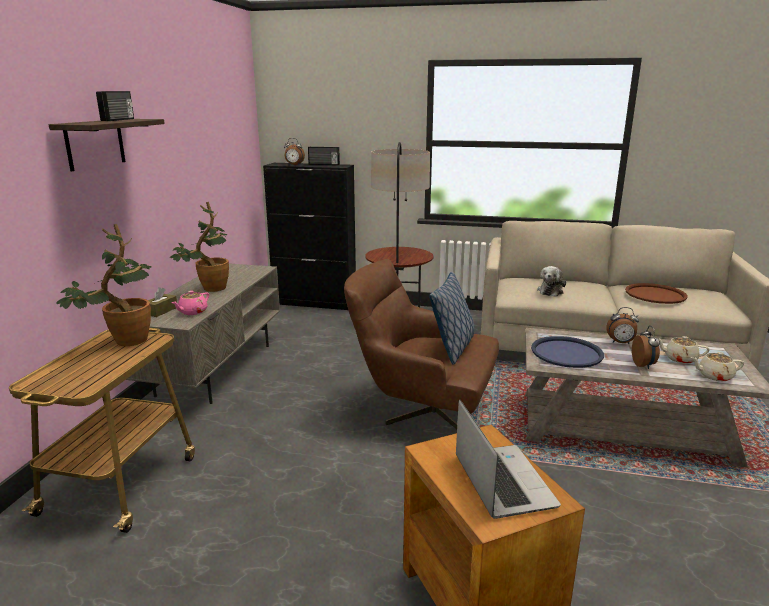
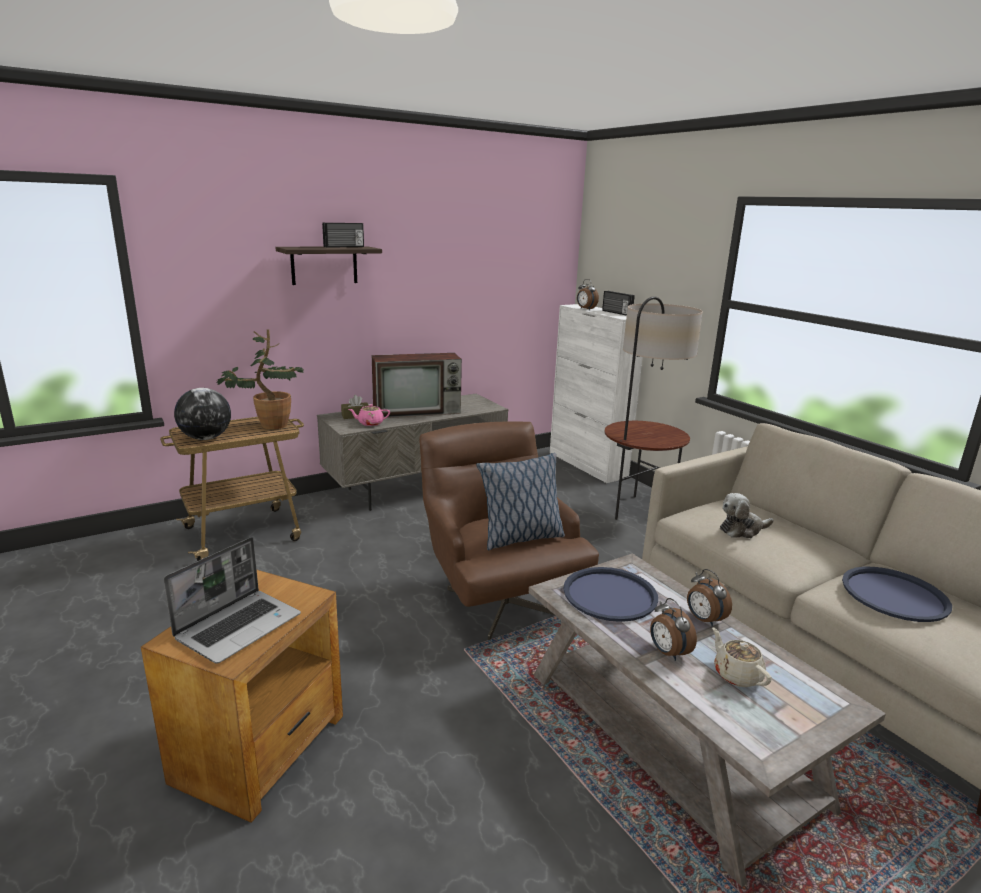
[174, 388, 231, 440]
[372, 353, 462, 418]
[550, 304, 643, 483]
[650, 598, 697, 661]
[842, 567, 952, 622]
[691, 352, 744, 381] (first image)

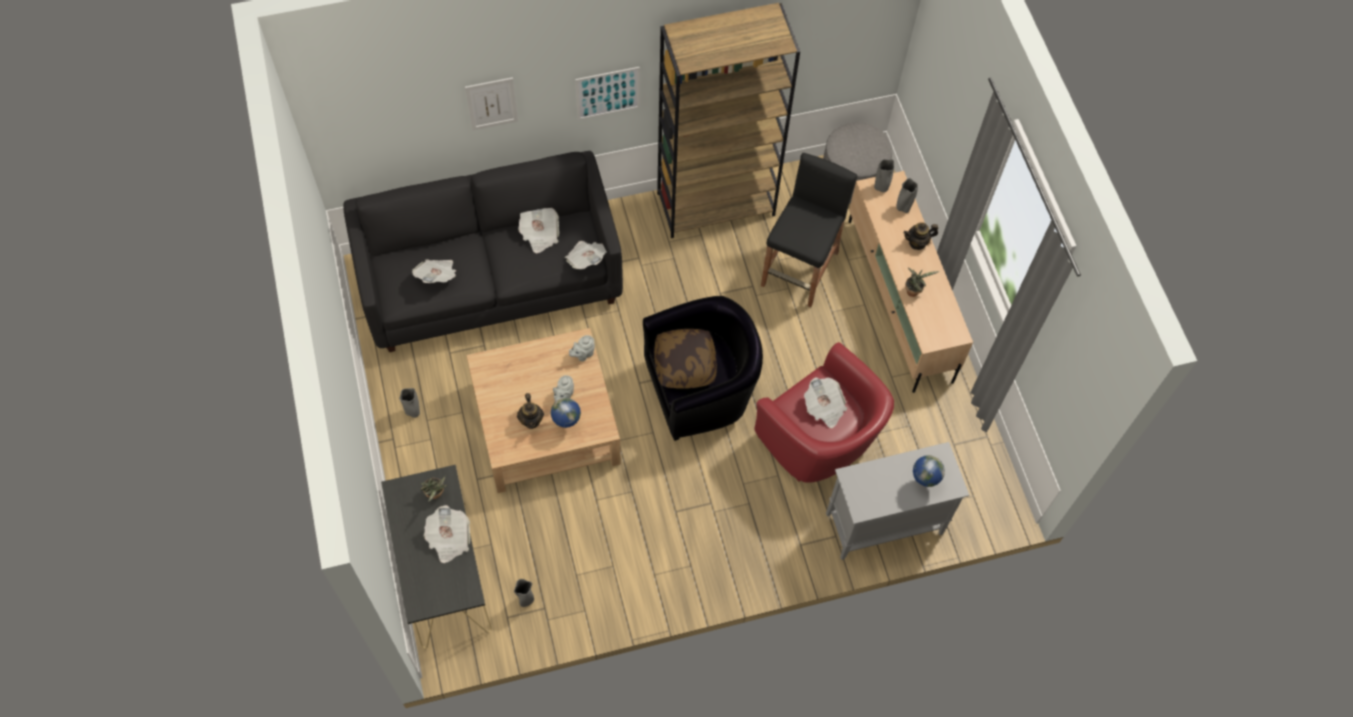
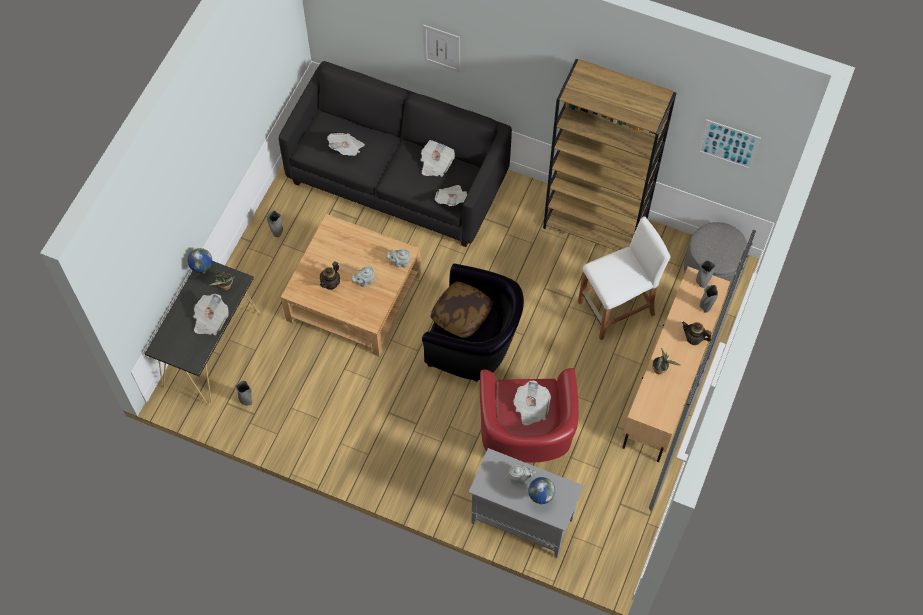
[187, 248, 212, 274]
[508, 465, 536, 484]
[578, 217, 671, 340]
[698, 120, 761, 170]

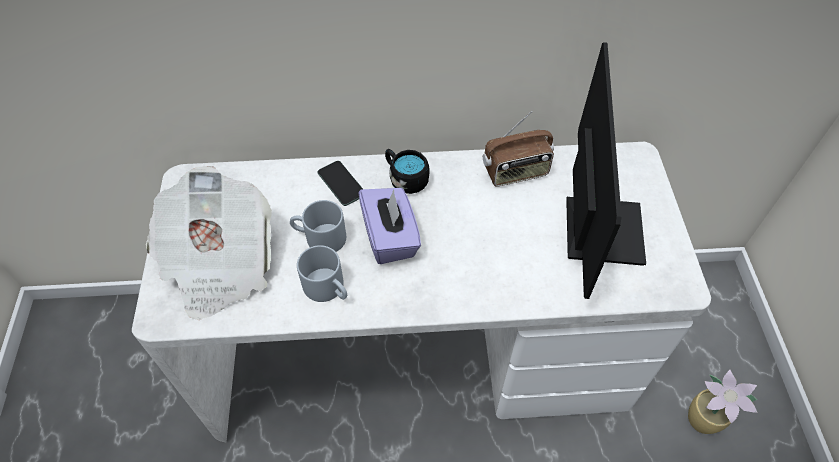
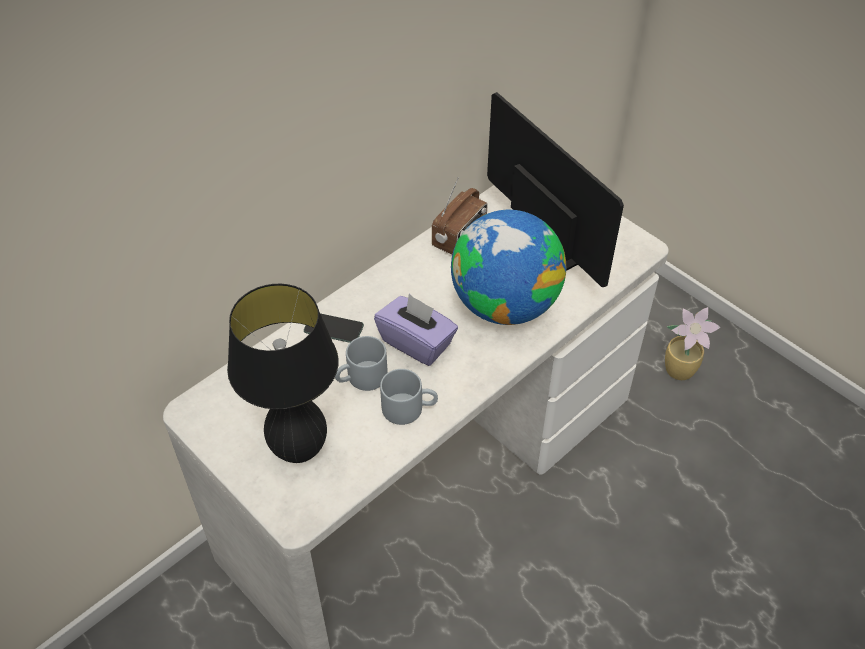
[227, 284, 339, 463]
[451, 210, 566, 325]
[385, 149, 430, 194] (first image)

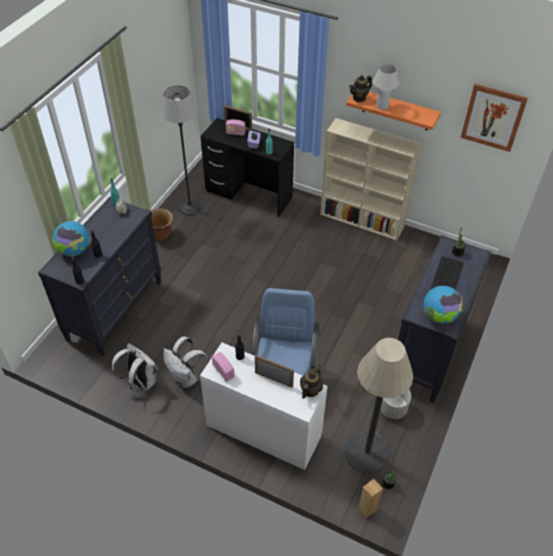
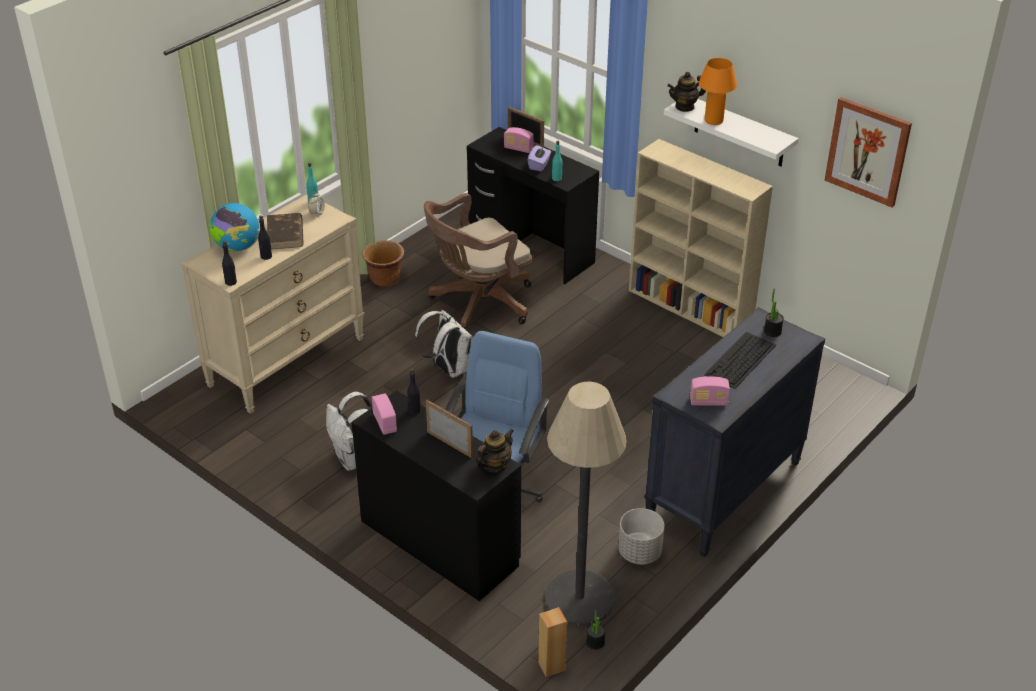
[181, 194, 364, 414]
[267, 213, 304, 250]
[352, 390, 521, 601]
[414, 310, 473, 378]
[424, 193, 532, 329]
[664, 99, 799, 167]
[690, 376, 730, 406]
[699, 58, 737, 125]
[162, 85, 201, 215] (first image)

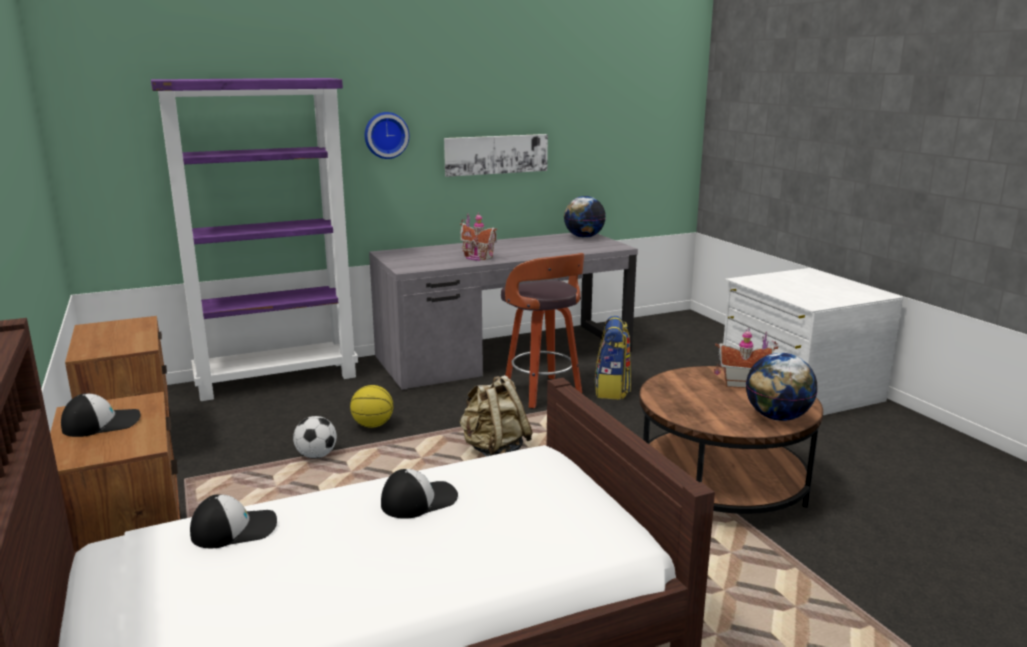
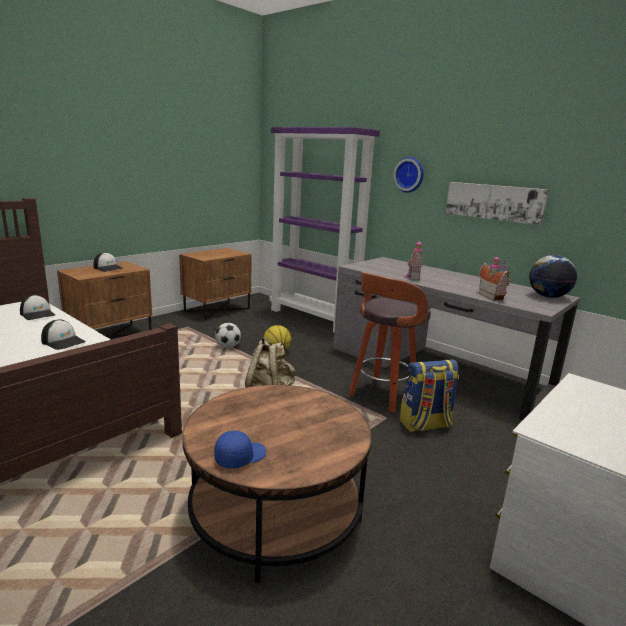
[214, 431, 266, 469]
[478, 254, 510, 300]

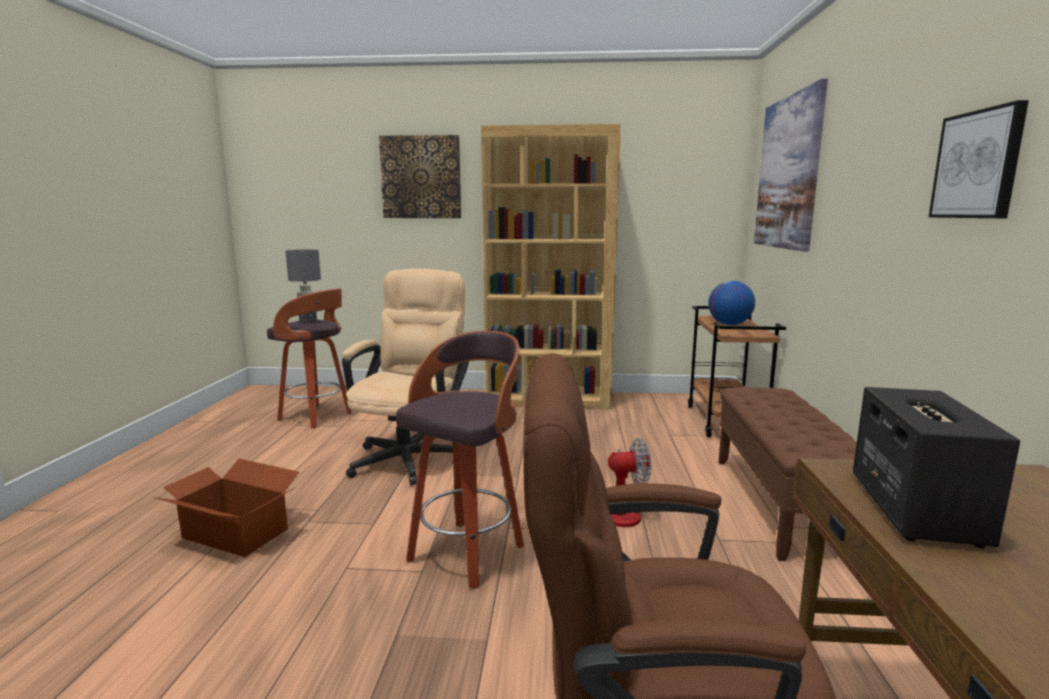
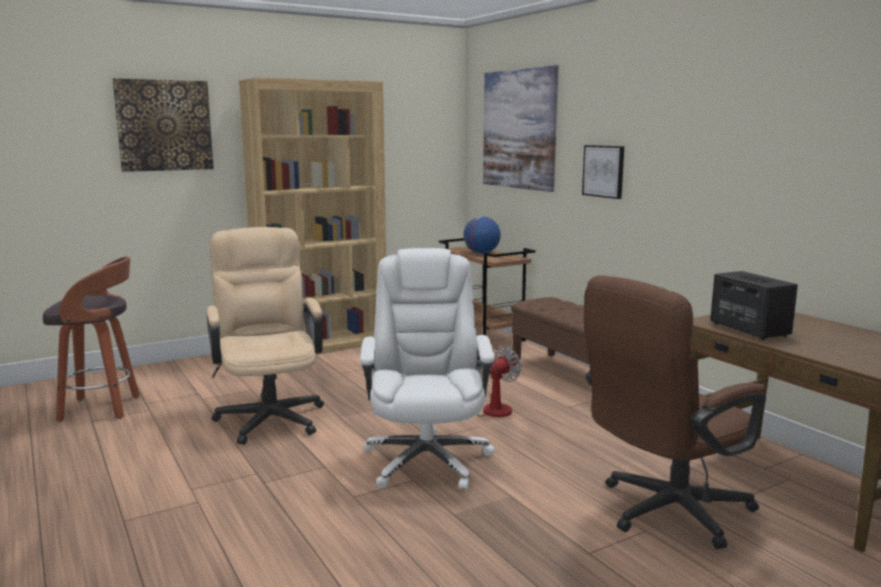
[360, 248, 495, 490]
[582, 145, 624, 199]
[152, 459, 299, 557] (first image)
[285, 249, 321, 323] (first image)

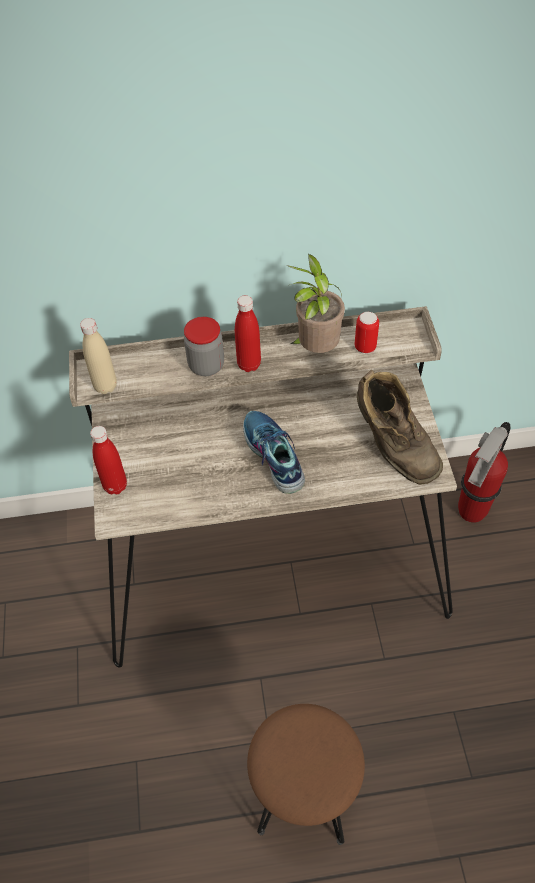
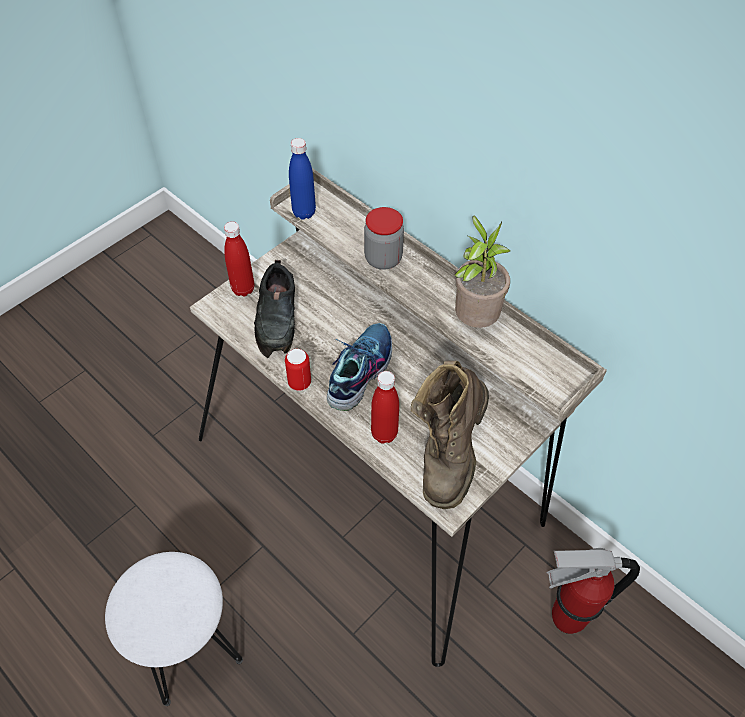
[105, 552, 243, 706]
[254, 260, 295, 358]
[285, 349, 311, 391]
[289, 138, 316, 220]
[371, 371, 399, 444]

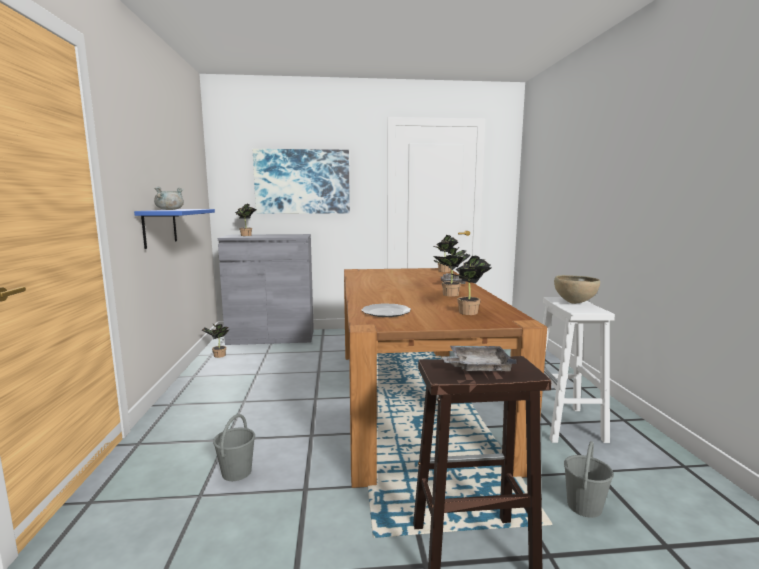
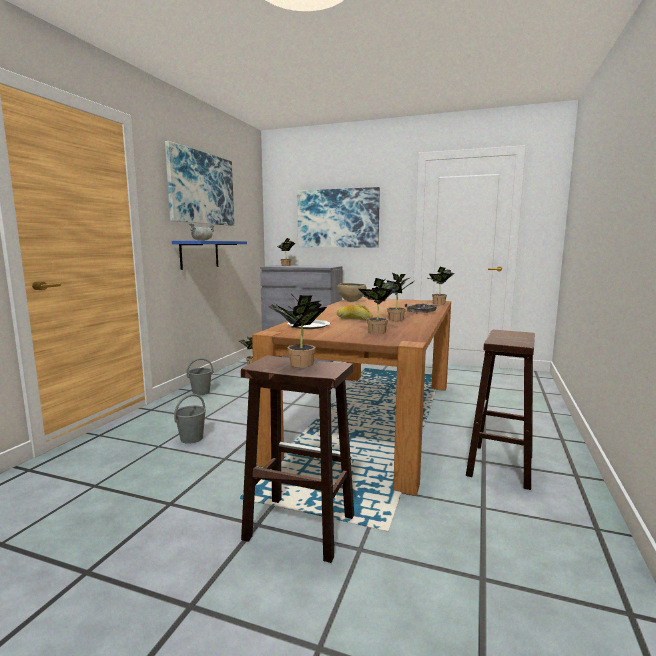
[165, 141, 234, 226]
[186, 358, 213, 395]
[269, 295, 327, 368]
[337, 283, 366, 302]
[337, 305, 373, 321]
[466, 330, 535, 490]

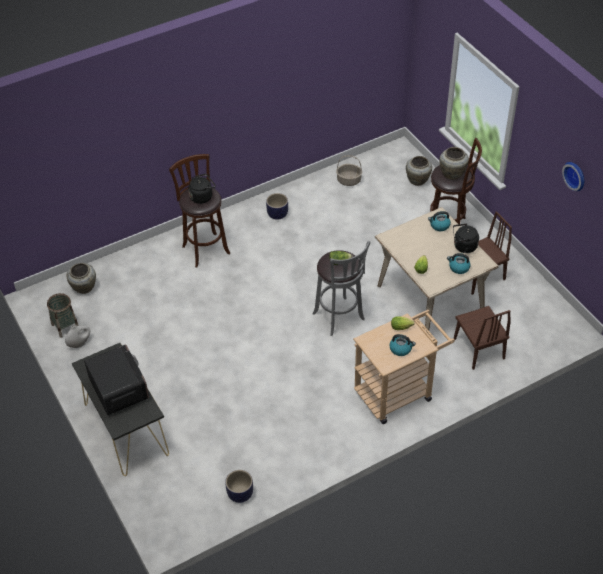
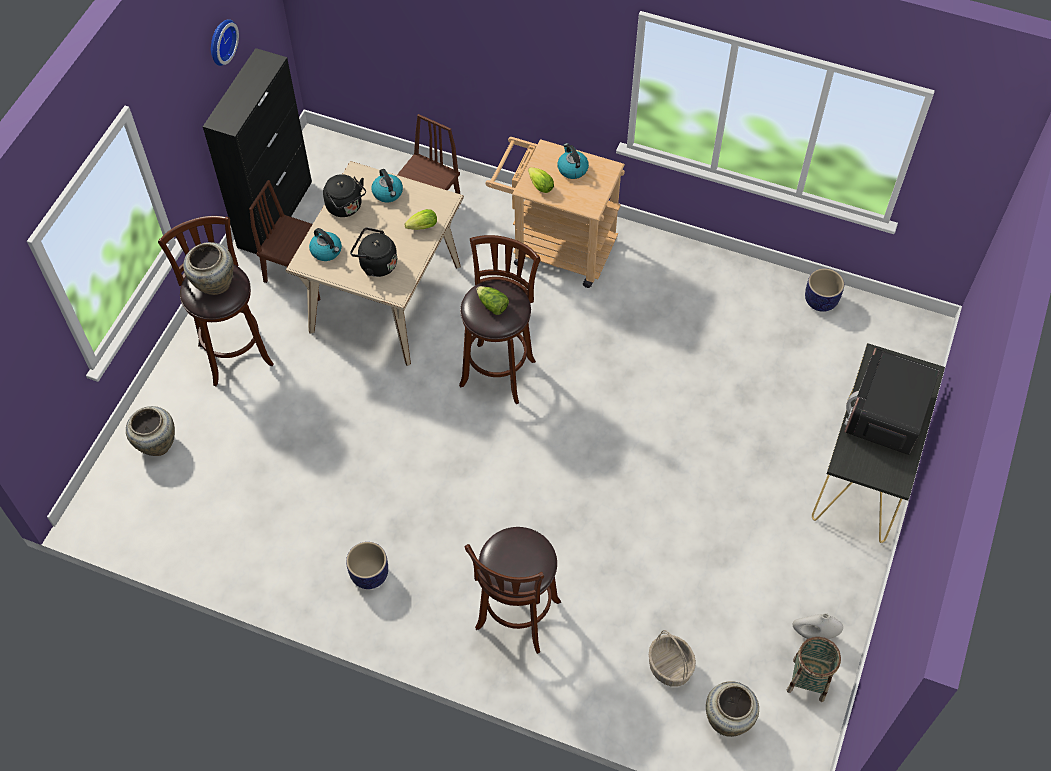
[203, 48, 312, 254]
[350, 227, 397, 277]
[459, 235, 541, 404]
[649, 630, 696, 687]

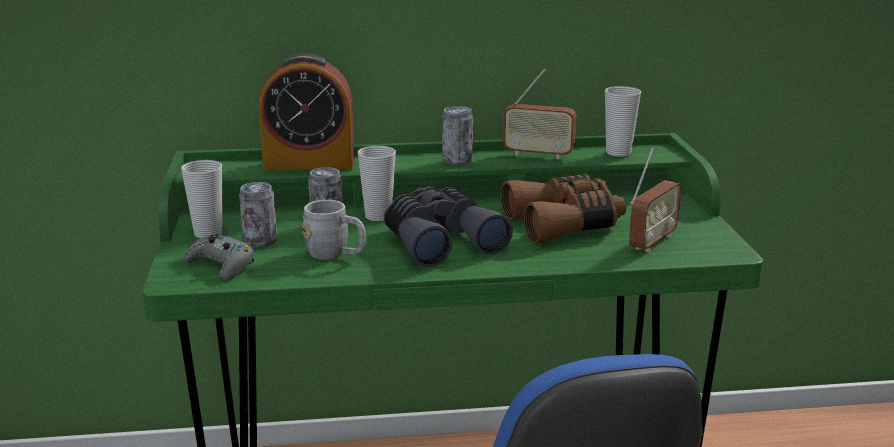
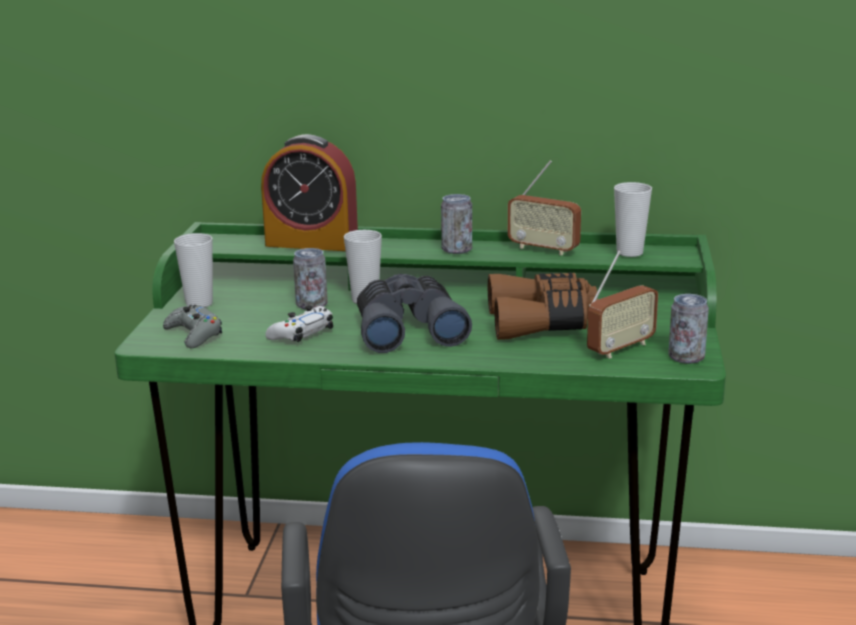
[265, 305, 333, 342]
[668, 294, 709, 364]

